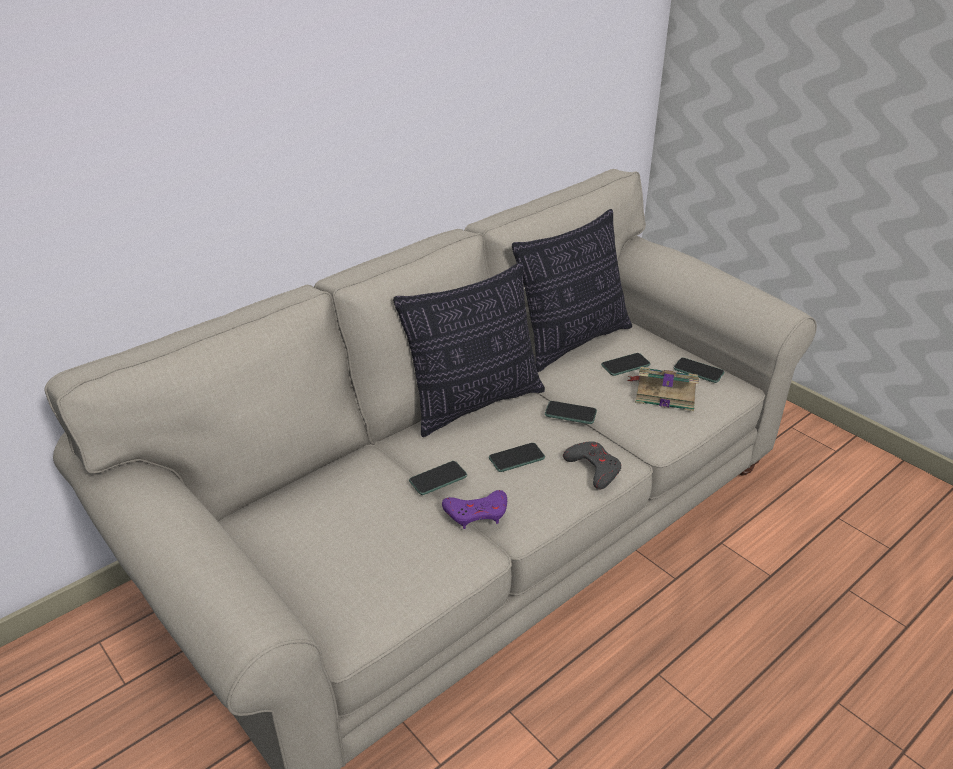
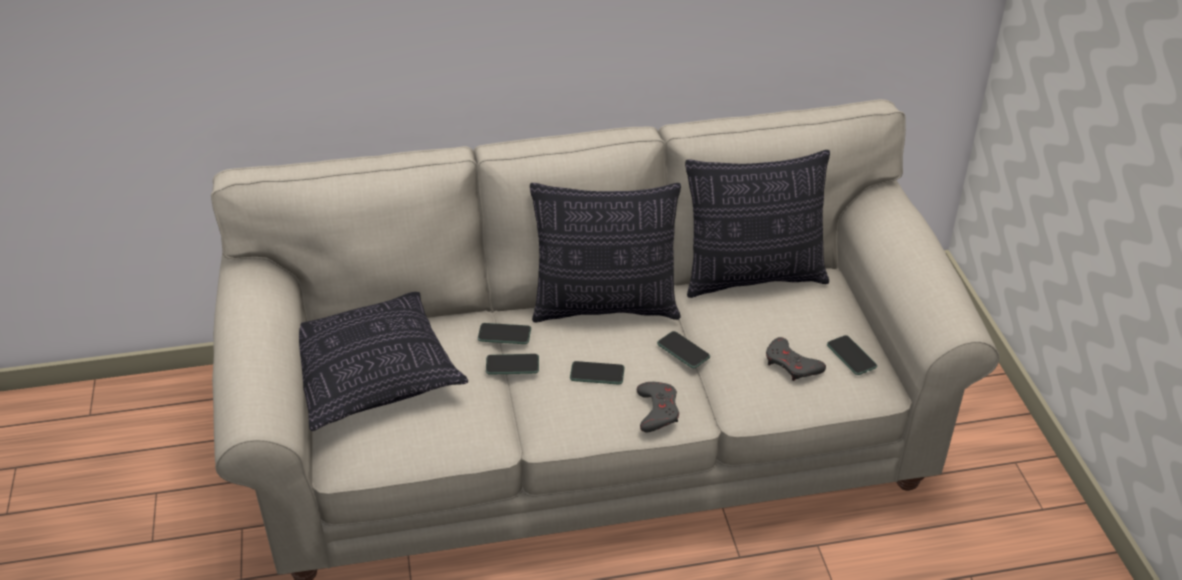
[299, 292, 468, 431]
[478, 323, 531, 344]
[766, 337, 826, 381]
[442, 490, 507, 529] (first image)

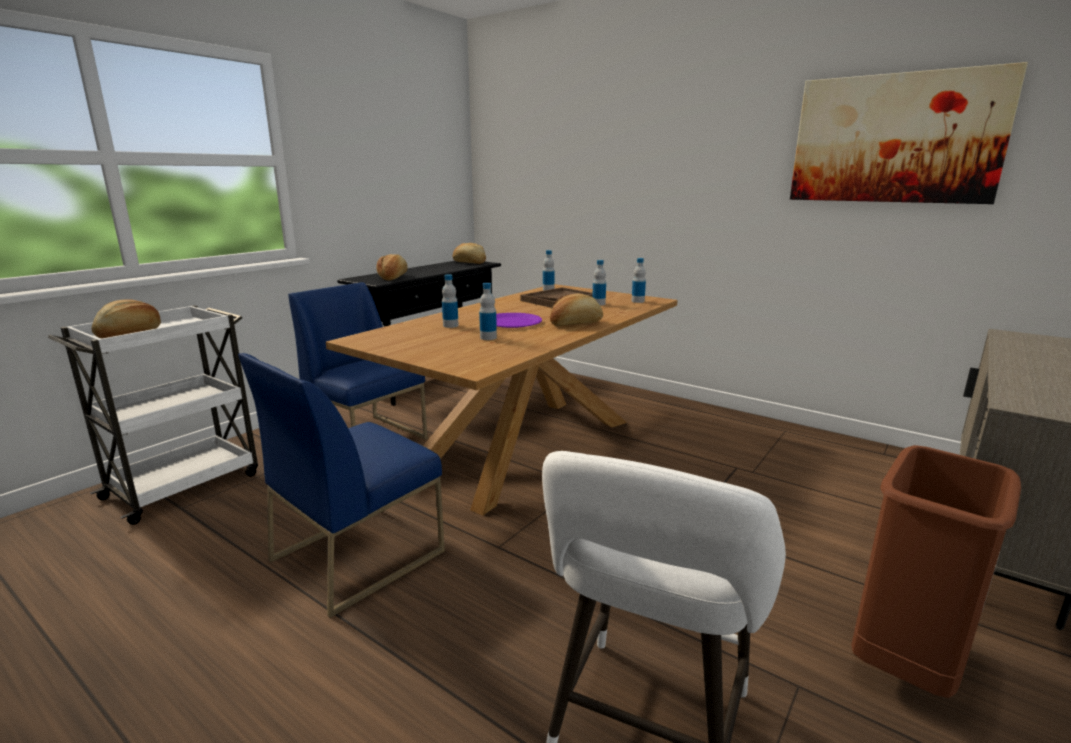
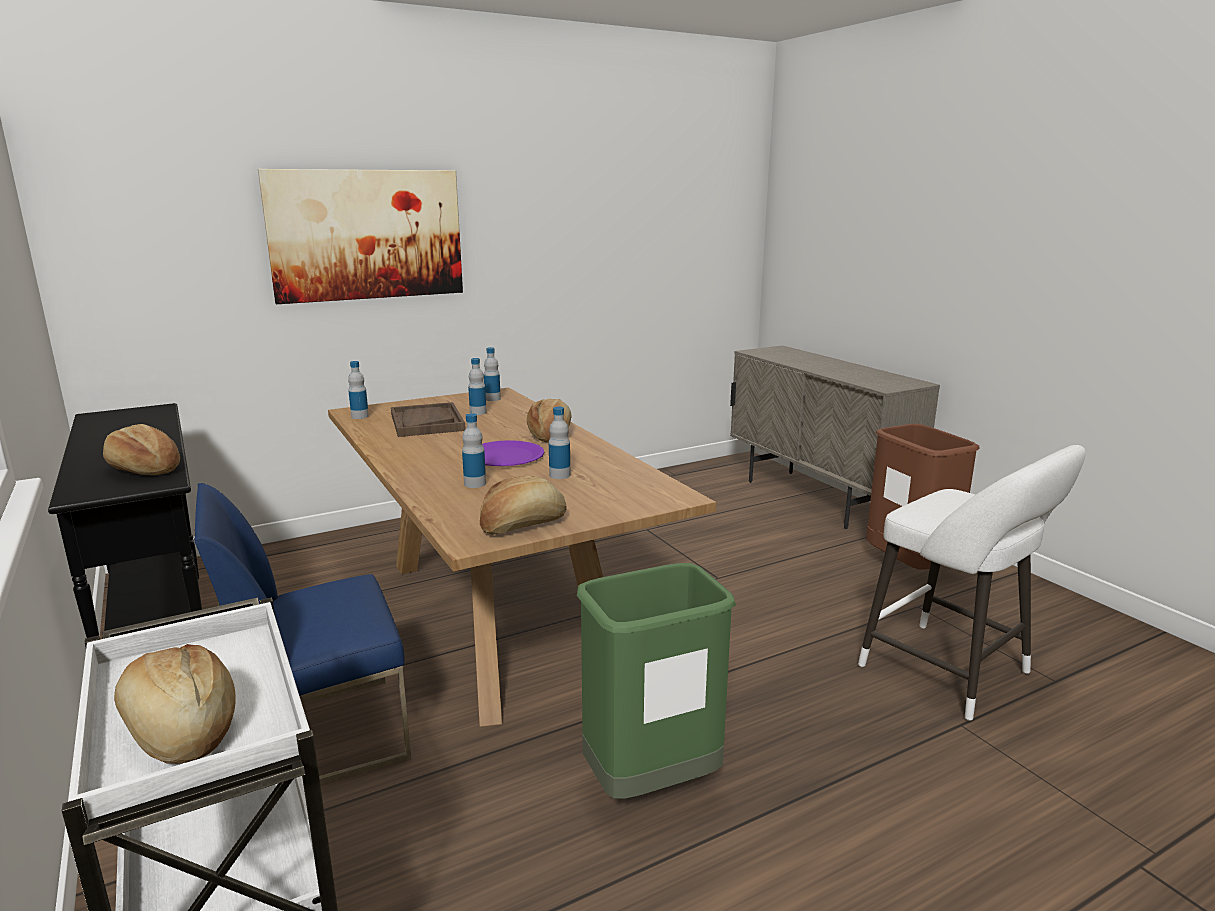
[258, 169, 463, 304]
[480, 476, 567, 534]
[577, 563, 736, 799]

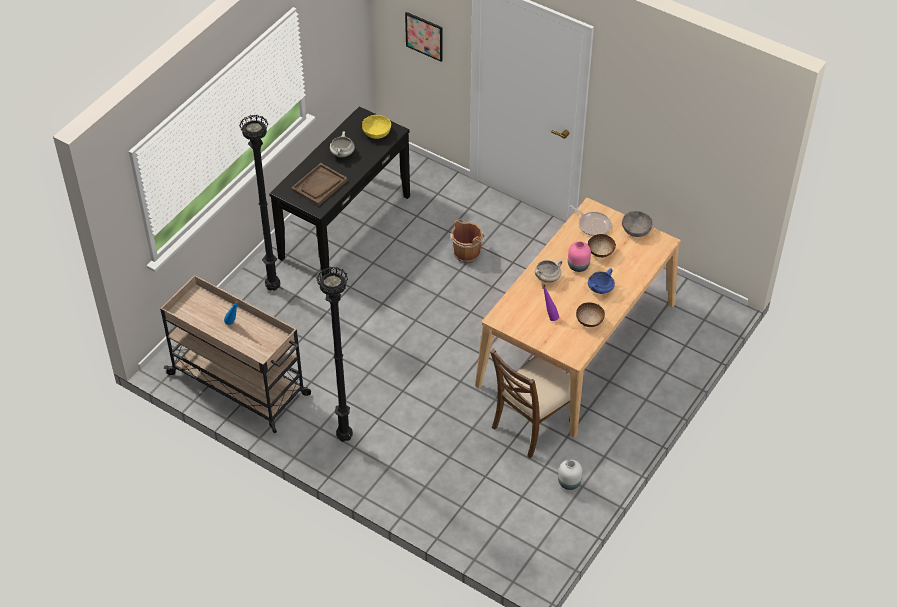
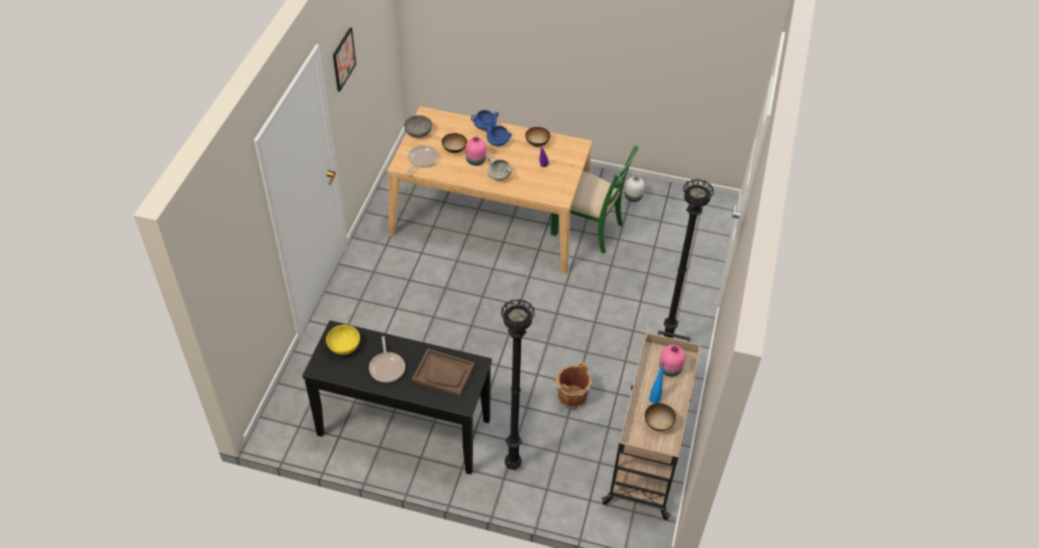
[333, 27, 356, 92]
[369, 336, 405, 383]
[471, 110, 499, 130]
[550, 145, 639, 254]
[553, 362, 591, 409]
[645, 403, 676, 431]
[659, 345, 685, 377]

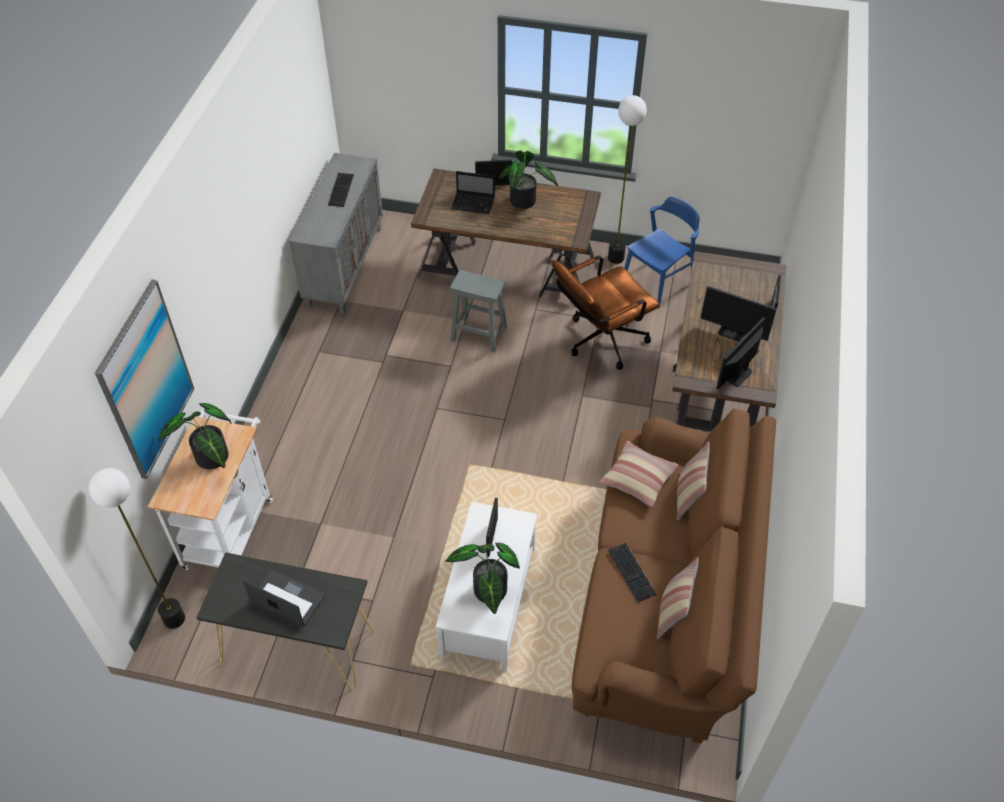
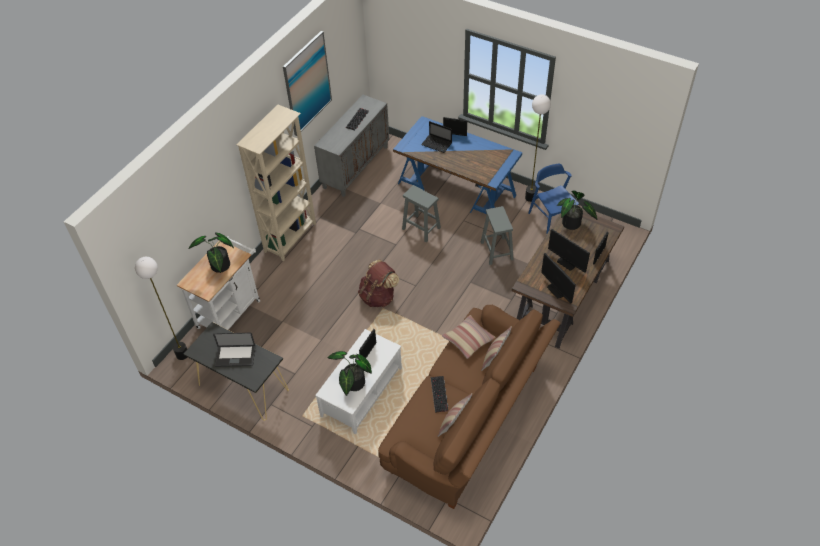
[213, 333, 255, 367]
[236, 105, 316, 261]
[283, 31, 332, 136]
[358, 260, 399, 307]
[393, 116, 522, 214]
[481, 206, 514, 265]
[528, 164, 579, 235]
[541, 253, 576, 304]
[557, 190, 597, 230]

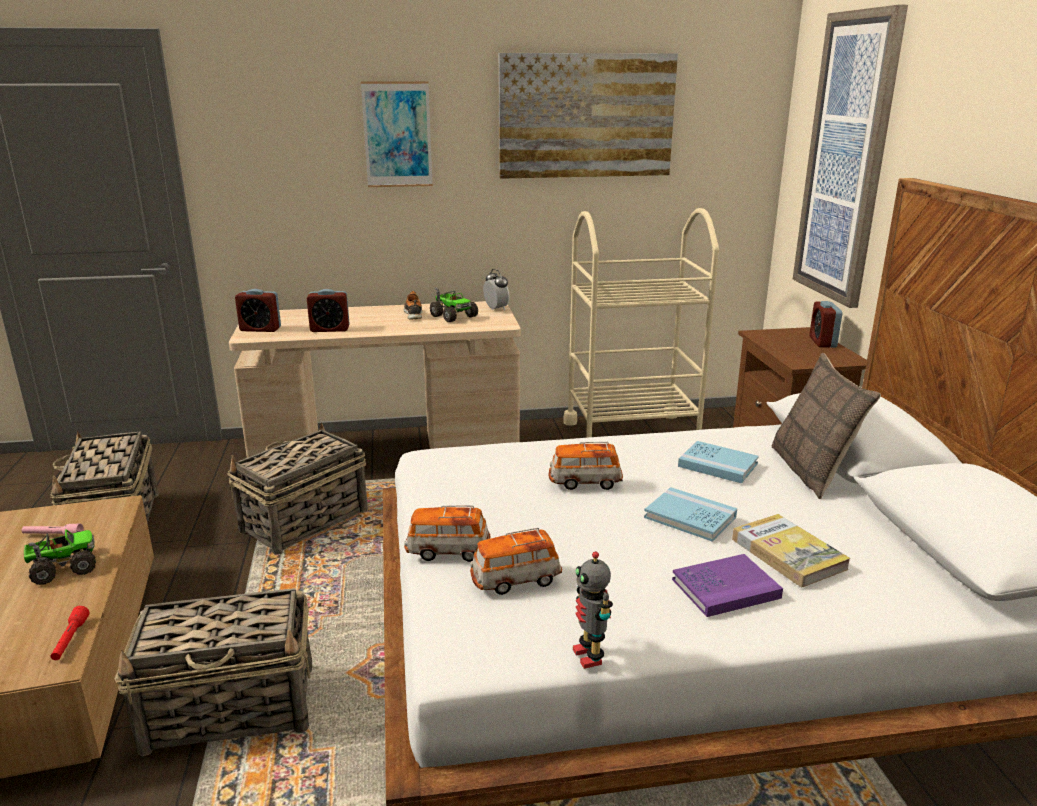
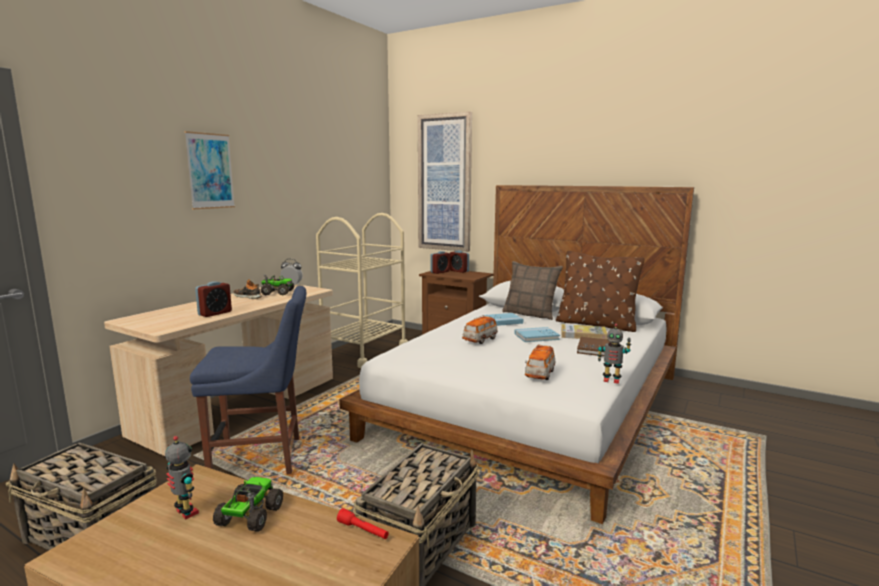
[165, 436, 199, 520]
[190, 286, 306, 475]
[430, 251, 450, 274]
[556, 251, 645, 332]
[577, 337, 610, 356]
[404, 505, 490, 562] (first image)
[499, 53, 678, 179] (first image)

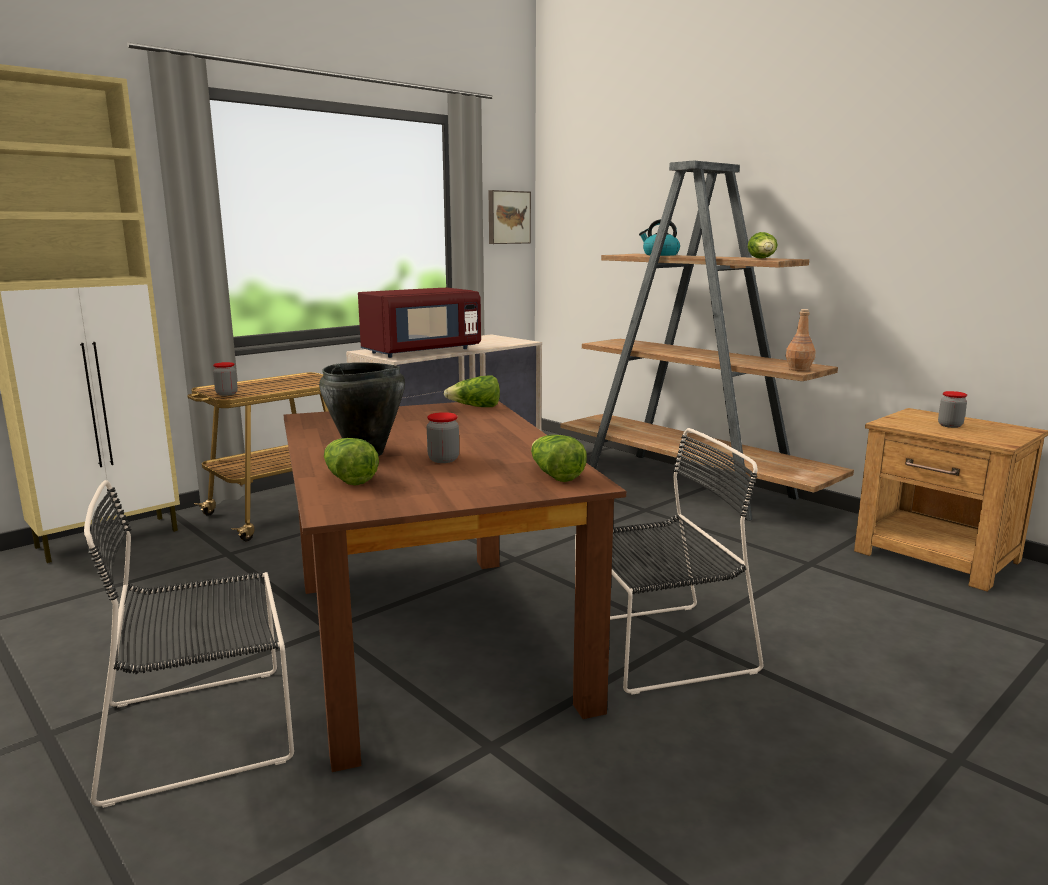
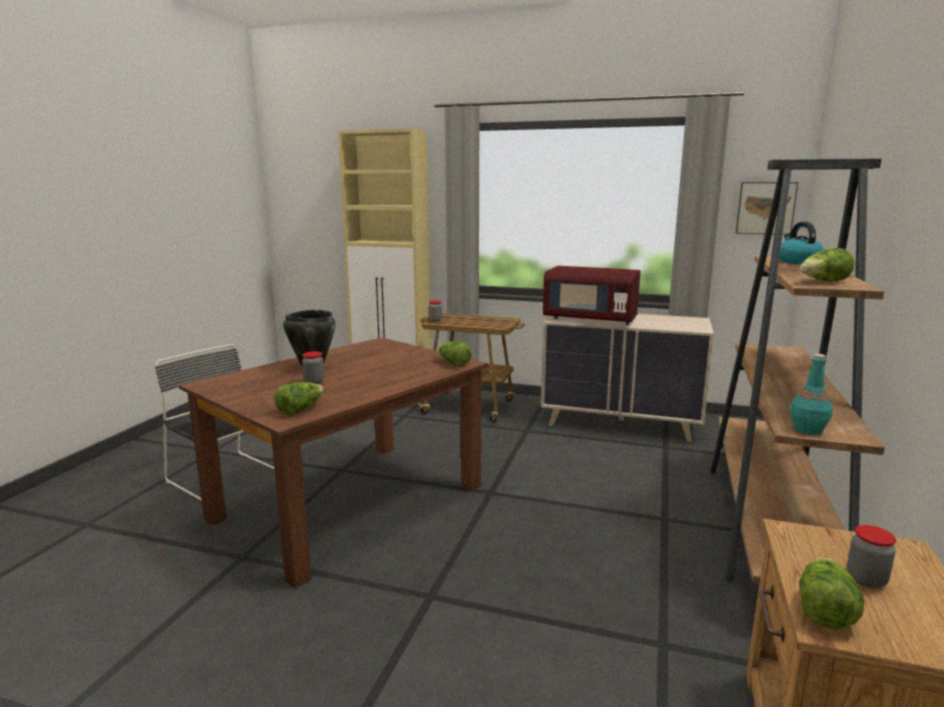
[790, 354, 833, 435]
[799, 558, 864, 629]
[575, 428, 764, 695] (first image)

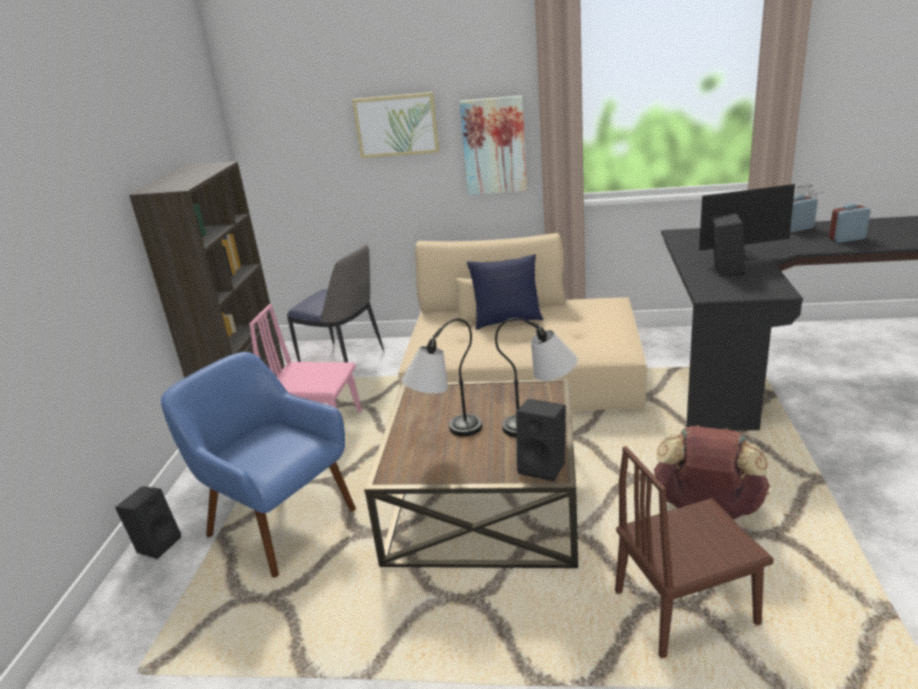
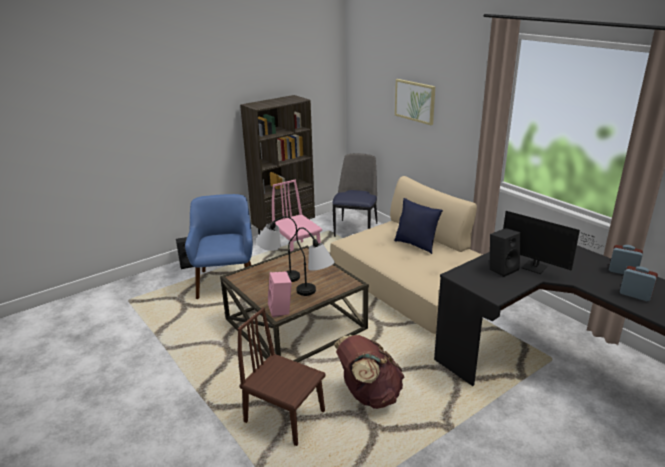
[268, 271, 292, 317]
[332, 153, 377, 237]
[460, 95, 527, 195] (first image)

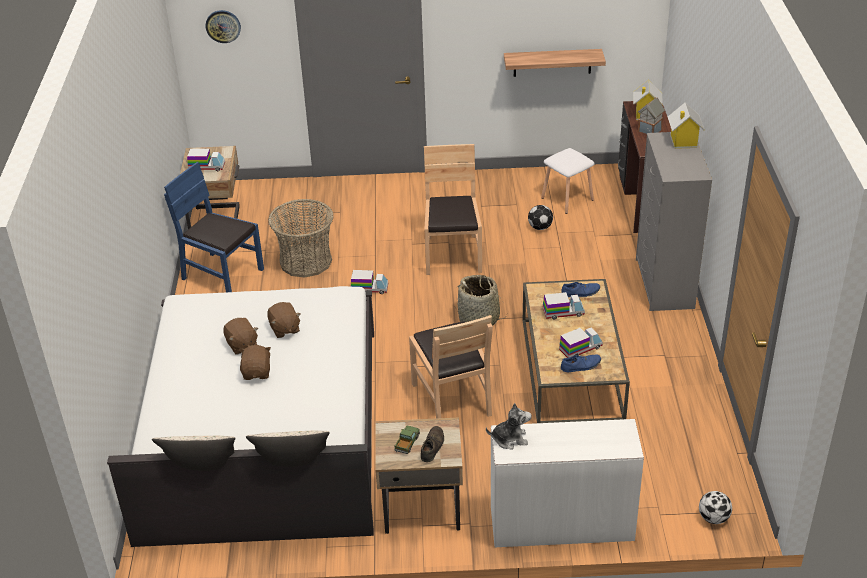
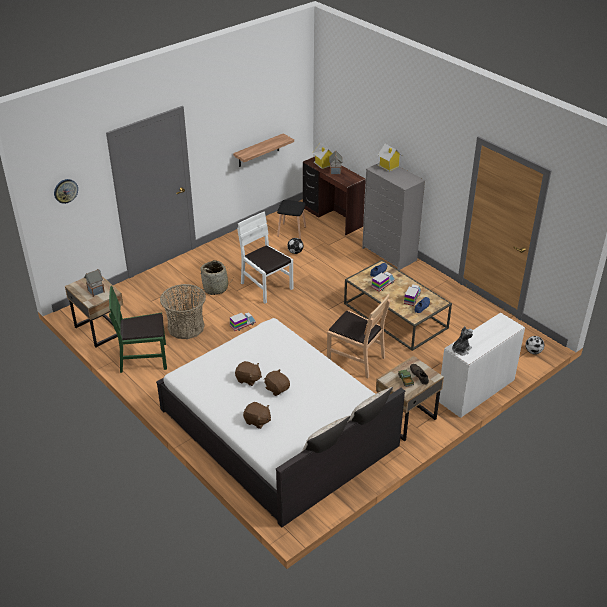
[84, 269, 105, 297]
[109, 286, 167, 373]
[199, 260, 230, 295]
[237, 211, 293, 304]
[243, 402, 271, 429]
[277, 200, 306, 240]

